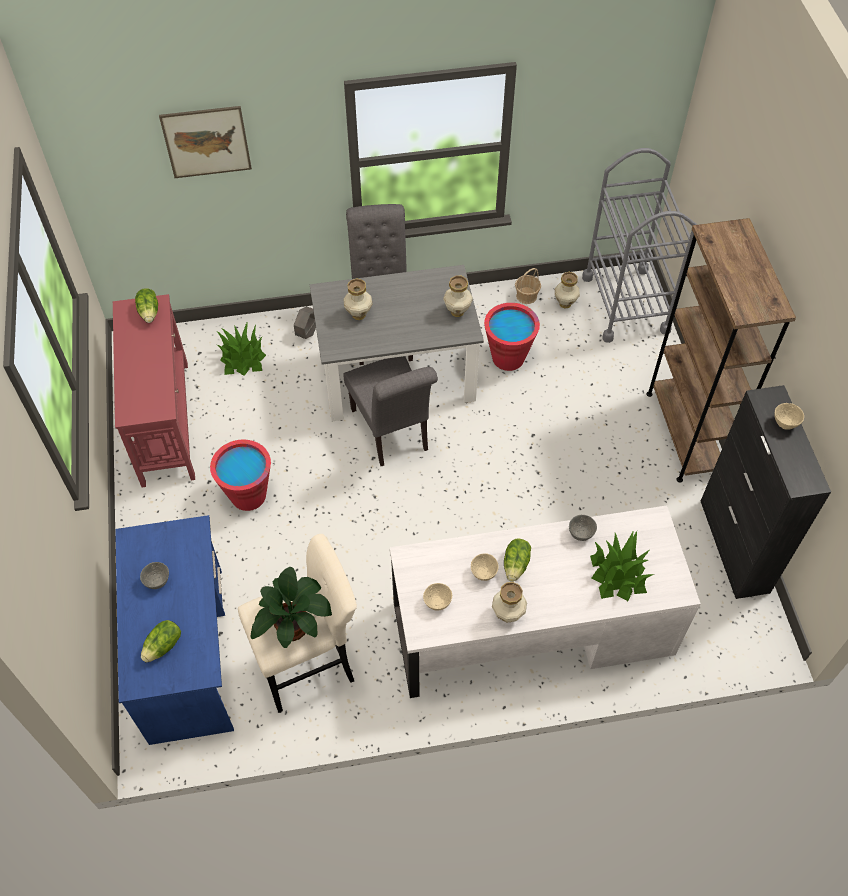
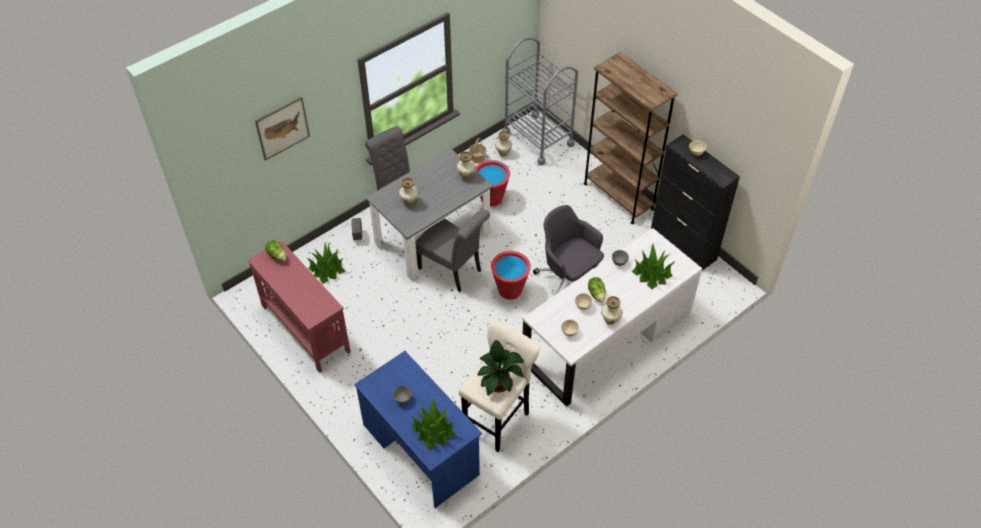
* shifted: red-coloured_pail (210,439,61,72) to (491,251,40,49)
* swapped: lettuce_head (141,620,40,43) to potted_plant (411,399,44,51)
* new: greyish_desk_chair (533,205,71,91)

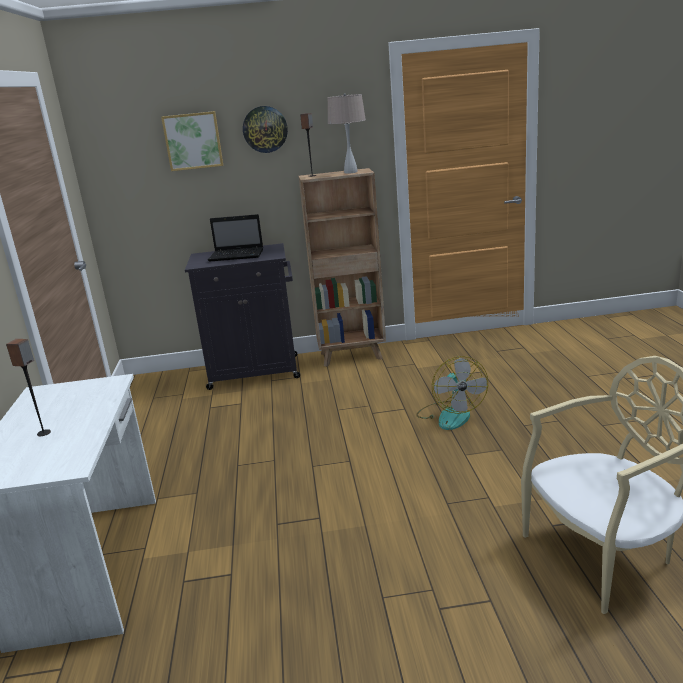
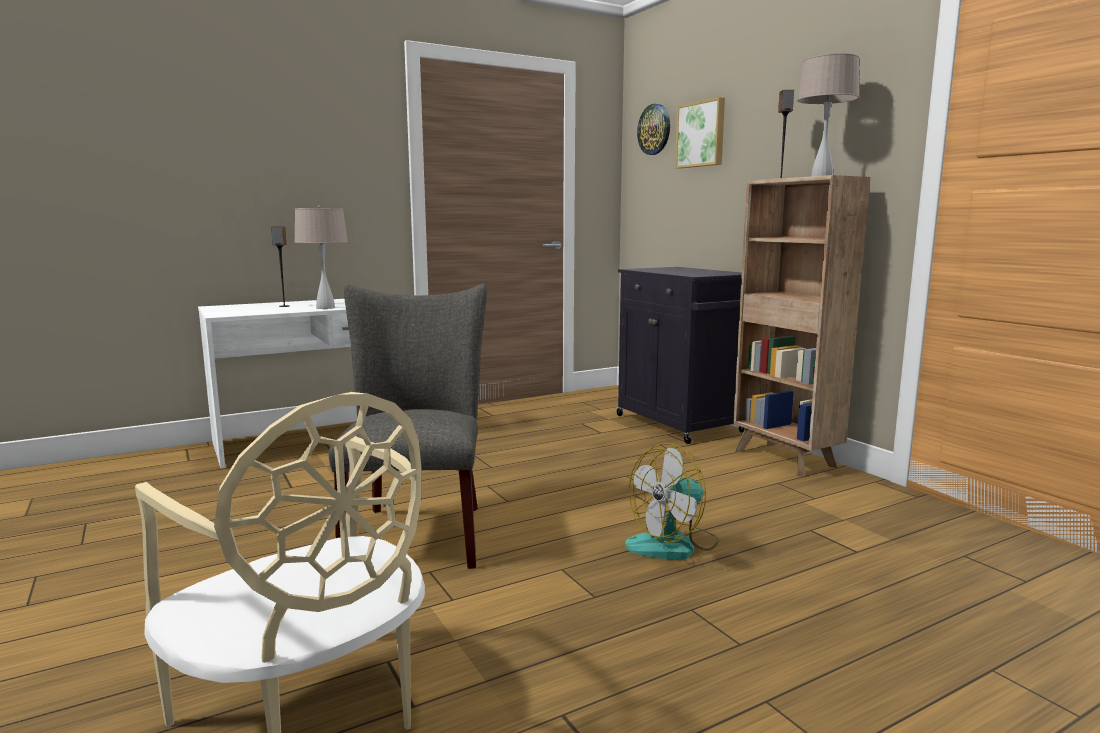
* shifted: wall_clock (243,106,45,47) to (637,104,33,51)
* gone: laptop (208,214,55,48)
* new: beige_lamp_for_a_table (295,206,53,103)
* new: greyish_upright_chair (329,284,158,285)

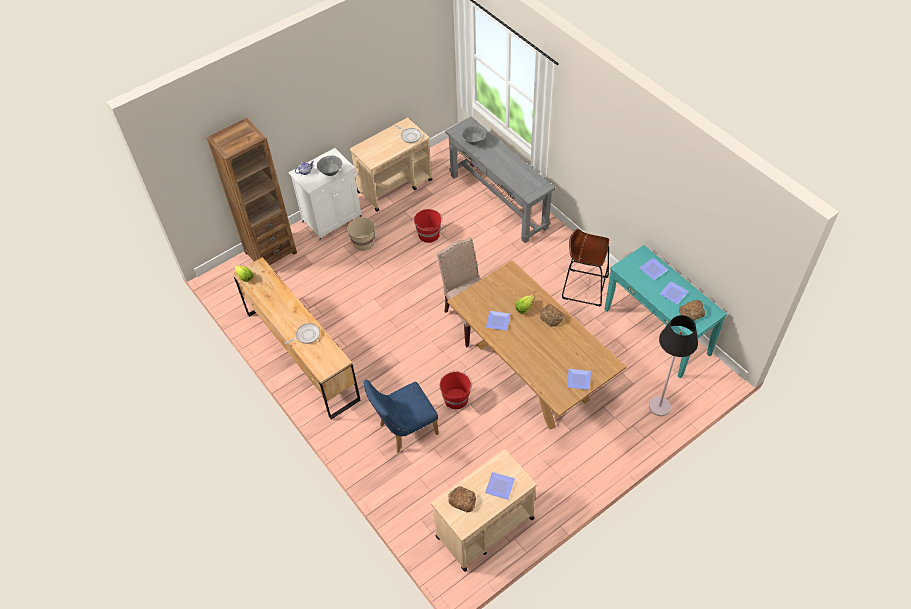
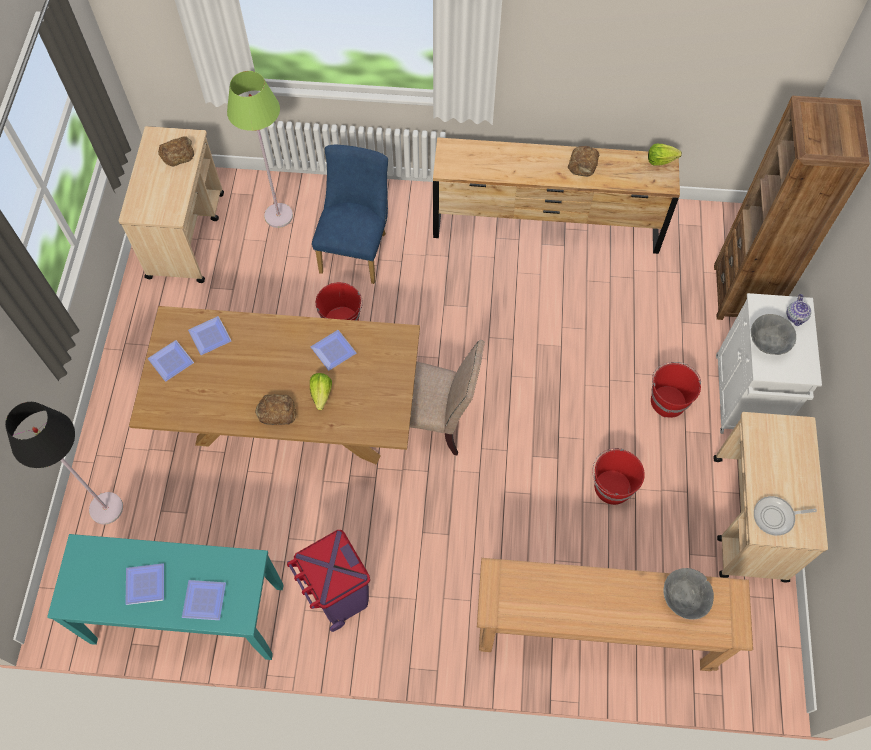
* repainted: greyish_narrow_table (445,117,110,126) to brown_narrow_table (477,558,276,113)
* repainted: beige_pail (346,217,29,34) to red-coloured_pail (651,362,50,56)
* swapped: brown_stool_seat (562,229,47,77) to purplish_waste_bin (287,530,83,102)
* shifted: bread (679,300,26,21) to (568,146,31,31)
* gone: pan (285,323,35,21)
* shifted: flat_dish (485,472,30,28) to (188,316,43,39)
* new: green_standard_lamp (227,71,66,157)

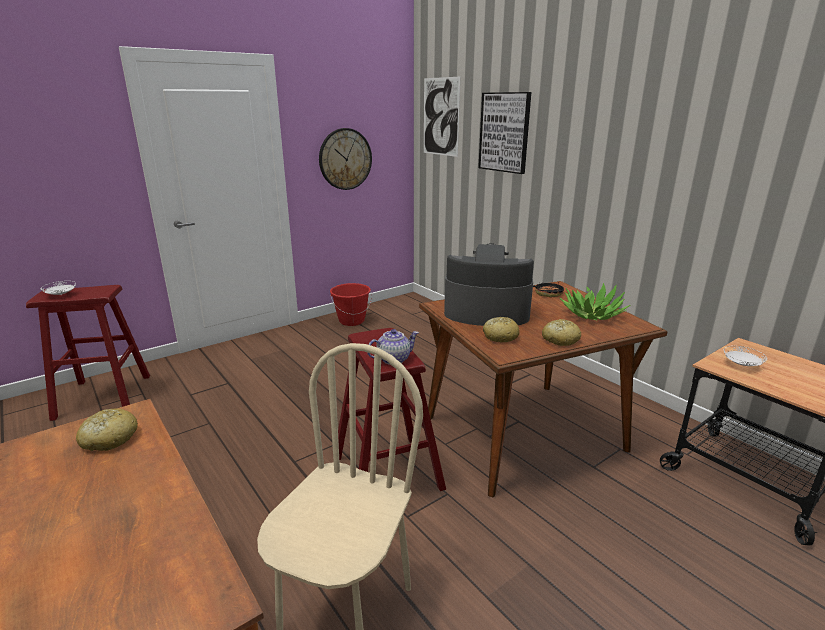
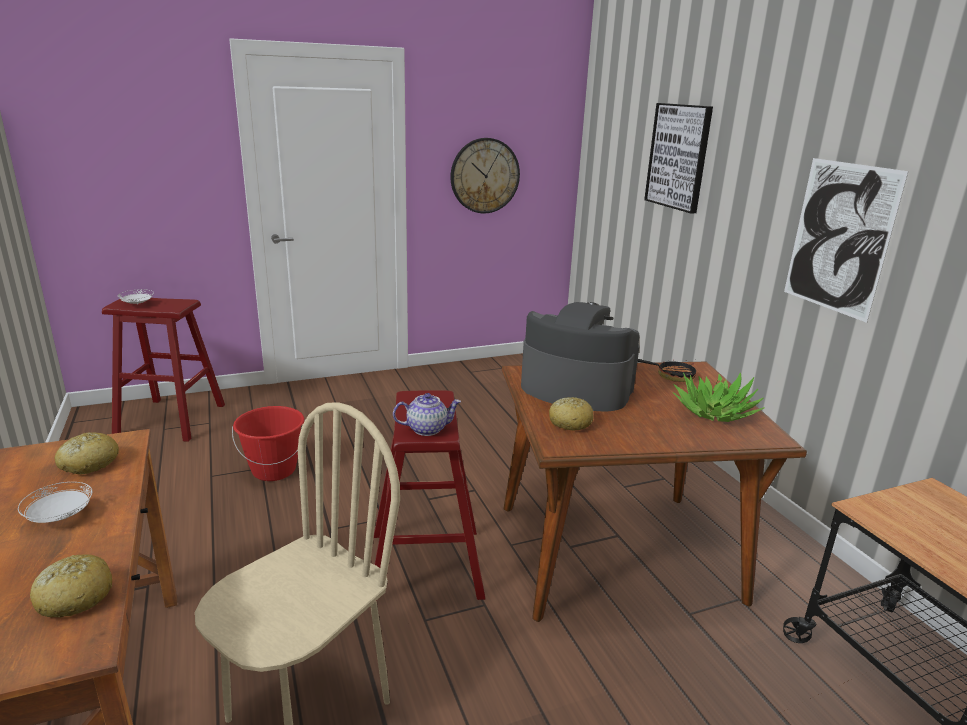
* shifted: picture (424,77,36,80) to (784,158,125,165)
* shifted: red-coloured_pail (330,283,42,43) to (232,406,73,75)
* shifted: bread (542,319,39,27) to (30,555,82,63)
* shifted: white-coloured_flat_dish (724,346,43,20) to (18,482,74,41)

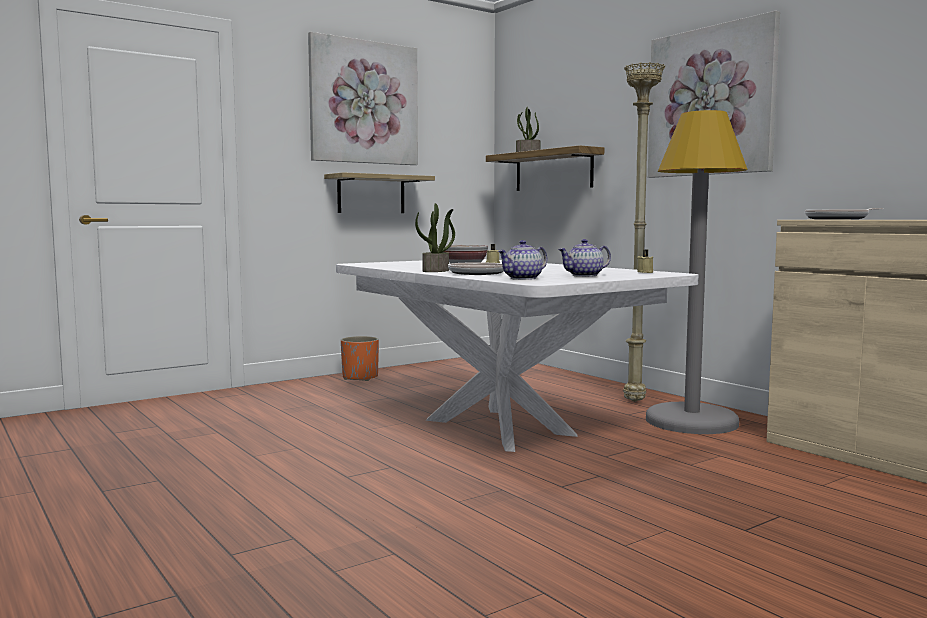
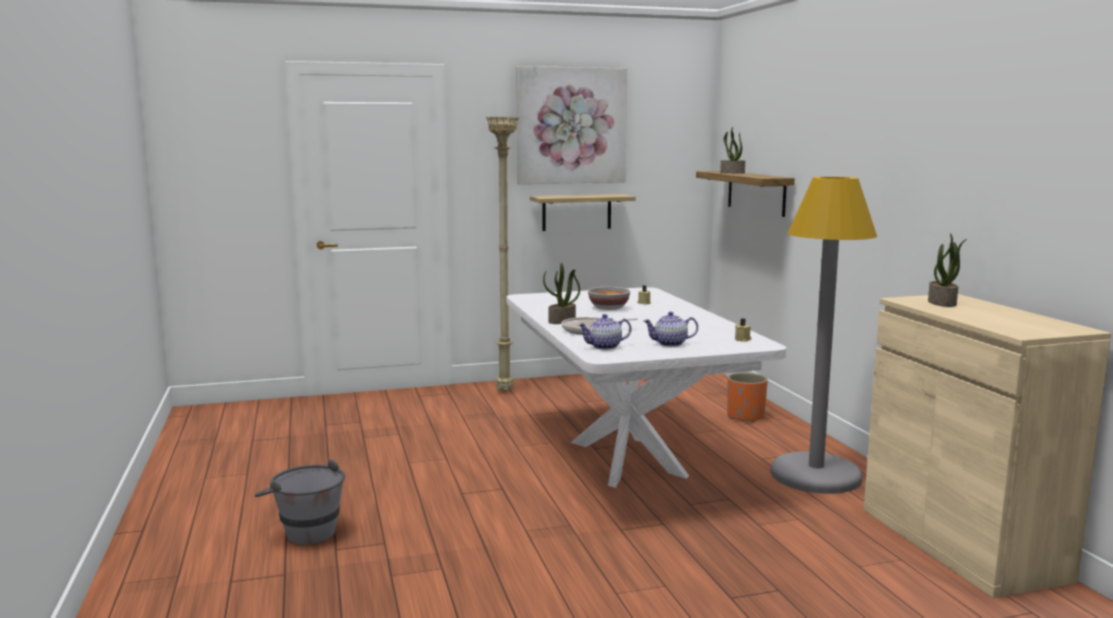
* gone: picture (648,11,132,167)
* shifted: beige_standard_lamp (623,62,42,340) to (486,116,33,276)
* swapped: pan (805,208,79,11) to potted_plant (928,233,39,74)
* shifted: orange-coloured_plant_pot (341,336,38,45) to (727,372,41,51)
* new: greyish_pail (255,459,90,86)

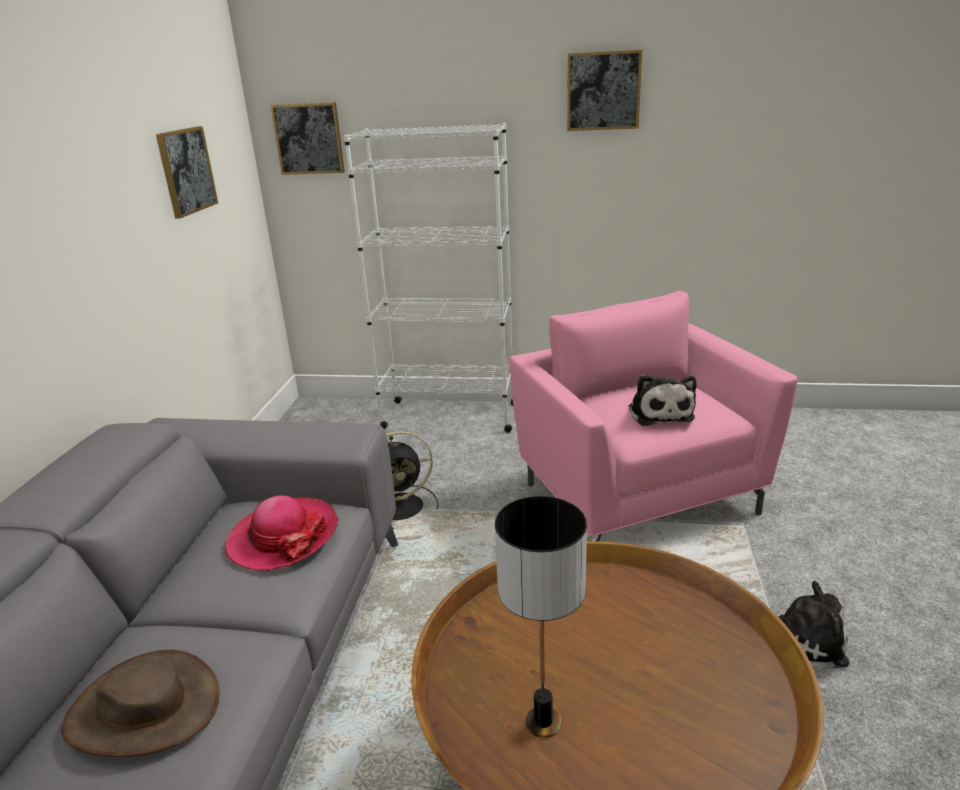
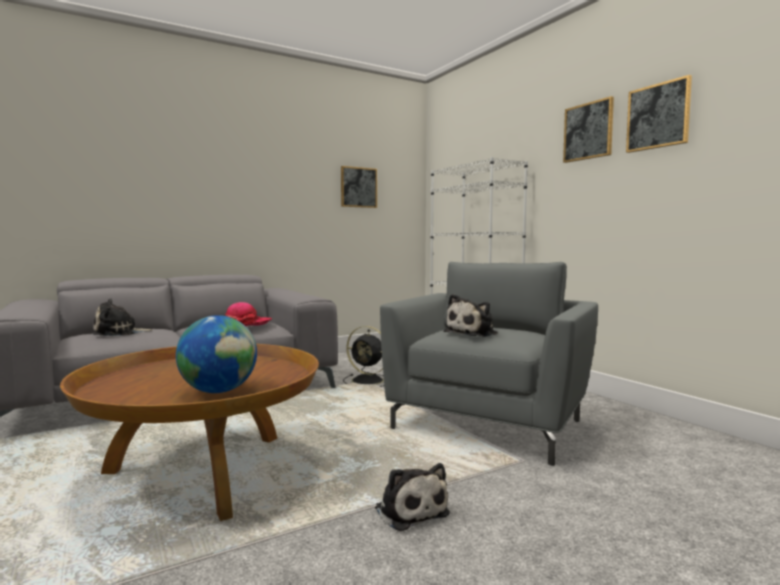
* shifted: picture (270,102,75,73) to (626,75,66,78)
* repainted: pink-coloured_easy_chair (510,291,287,250) to greyish_easy_chair (380,262,218,204)
* gone: lamp_for_a_table (495,496,92,242)
* swapped: brown_wearable_hat (62,650,158,107) to plush_toy (93,298,60,38)
* new: world_globe (176,315,81,78)

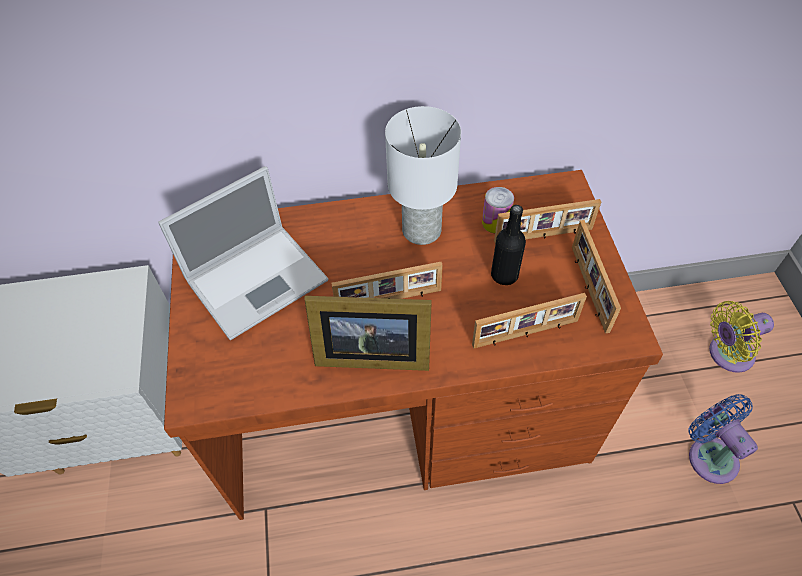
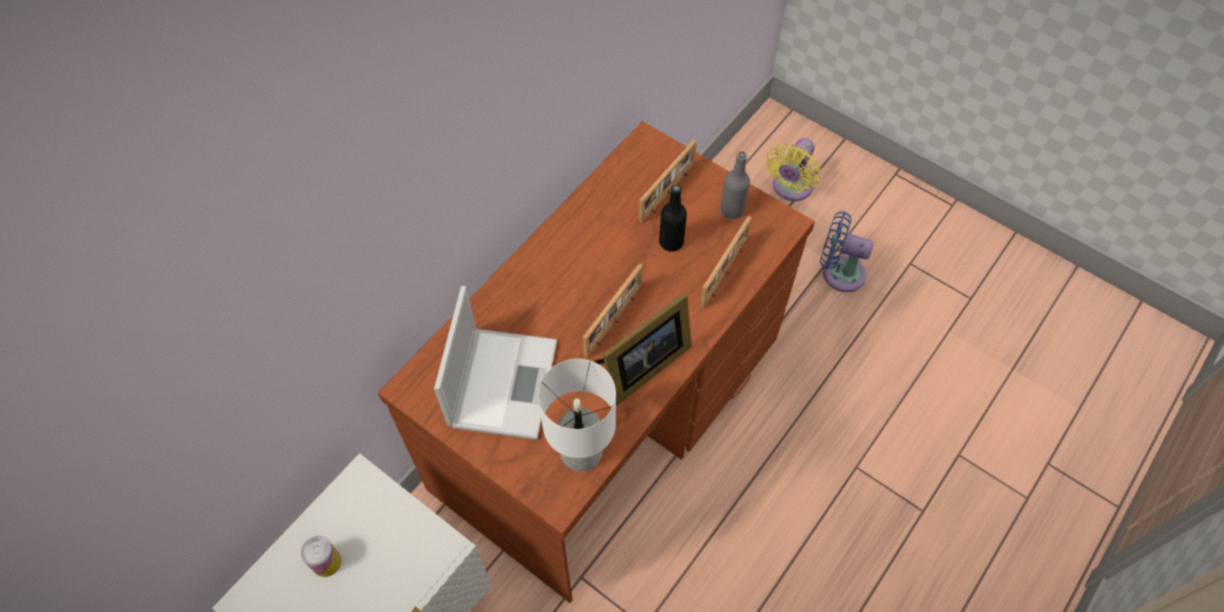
* shifted: white-coloured_lamp_for_a_table (385,106,76,139) to (538,359,78,113)
* shifted: metal_can (482,187,32,46) to (301,536,40,41)
* swapped: photo_frame (572,220,49,114) to greyish_beverage_bottle (720,151,30,68)

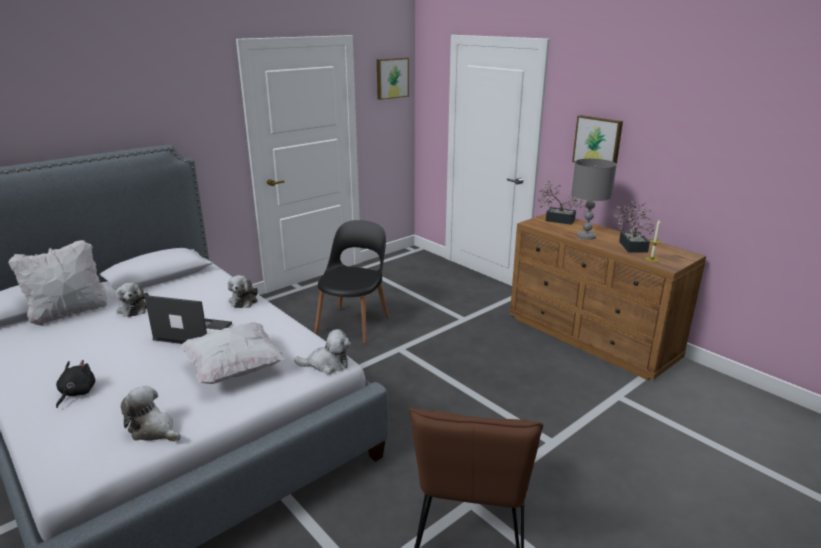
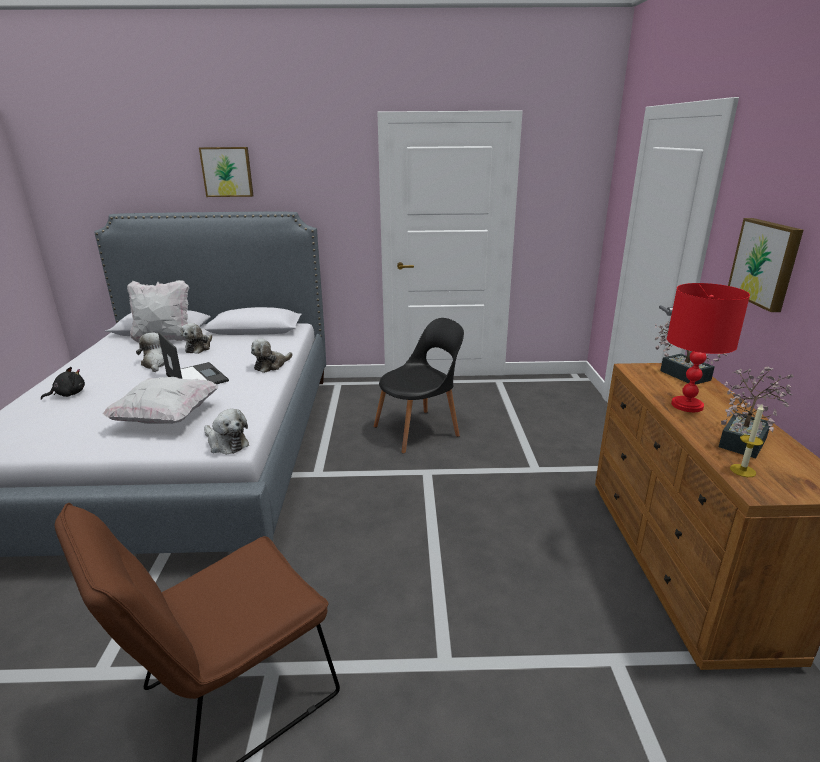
* shifted: picture (377,58,32,42) to (199,147,55,50)
* repainted: greyish_lamp_for_a_table (571,159,46,81) to red-coloured_lamp_for_a_table (667,283,83,129)
* shifted: plush_toy (121,386,60,55) to (136,333,29,39)

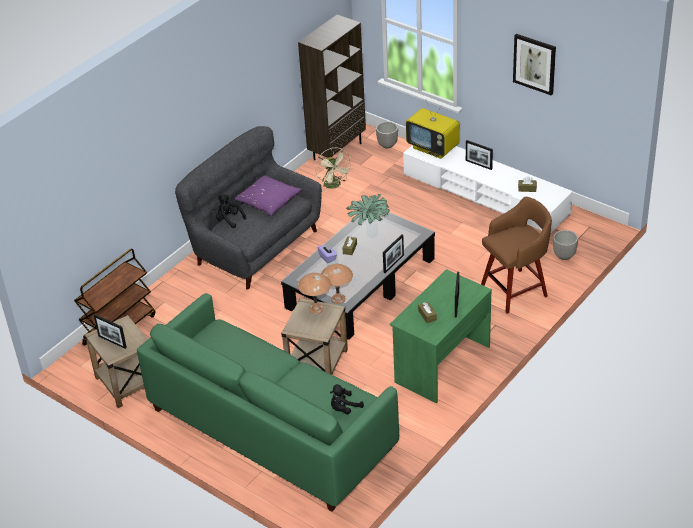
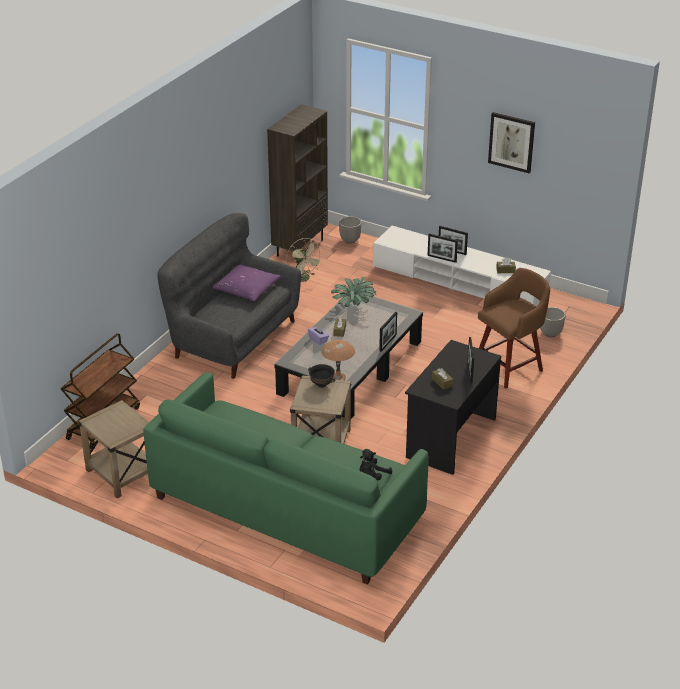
* gone: television (406,101,53,58)
* gone: black-coloured_plush_toy (216,194,30,34)
* repainted: green_desk_table (390,269,102,134) to black-coloured_desk_table (405,340,96,135)
* swapped: brown_lamp_for_a_table (298,273,33,41) to black-coloured_serving_bowl (308,364,28,24)
* shifted: photo_frame (94,314,33,35) to (427,233,31,30)

